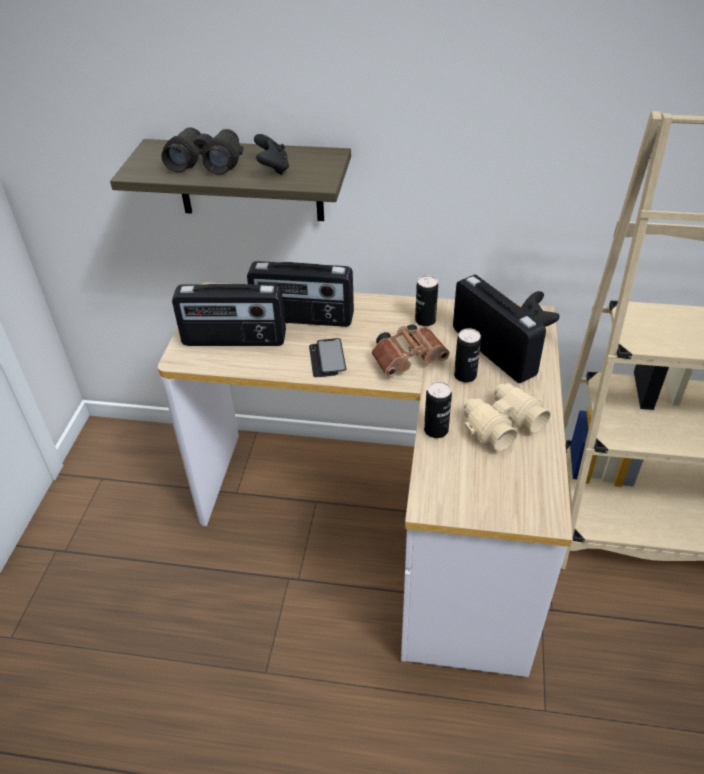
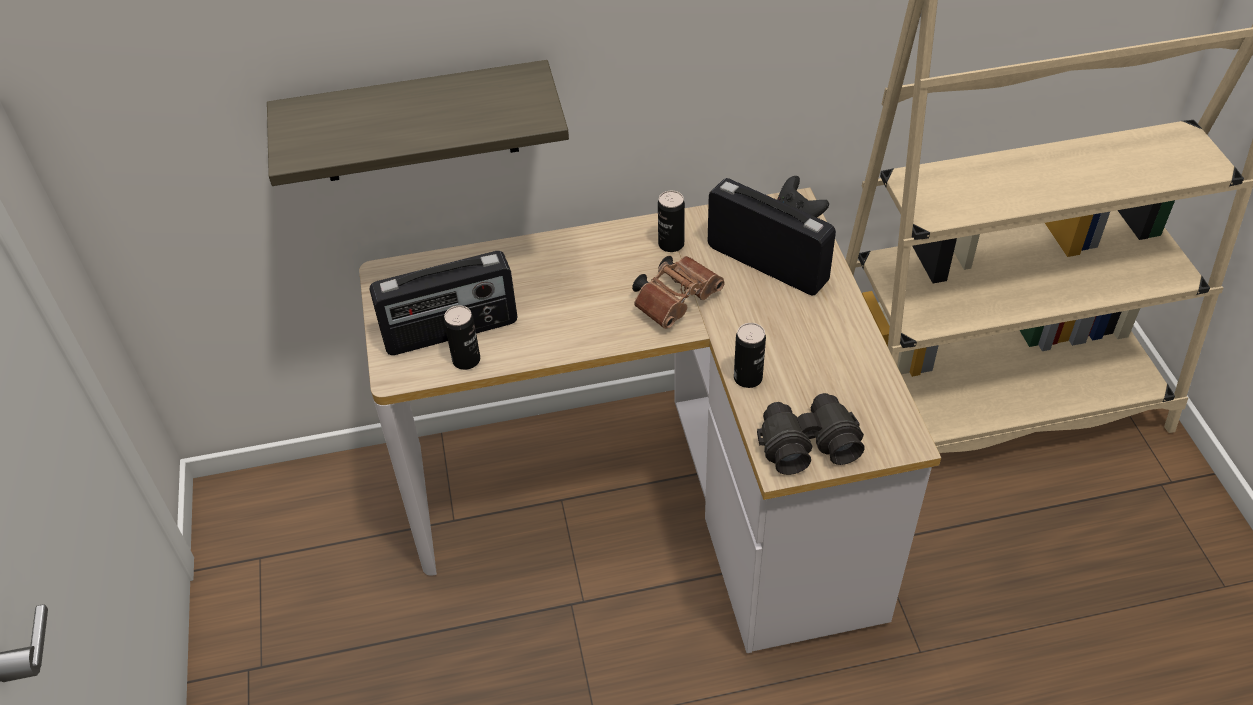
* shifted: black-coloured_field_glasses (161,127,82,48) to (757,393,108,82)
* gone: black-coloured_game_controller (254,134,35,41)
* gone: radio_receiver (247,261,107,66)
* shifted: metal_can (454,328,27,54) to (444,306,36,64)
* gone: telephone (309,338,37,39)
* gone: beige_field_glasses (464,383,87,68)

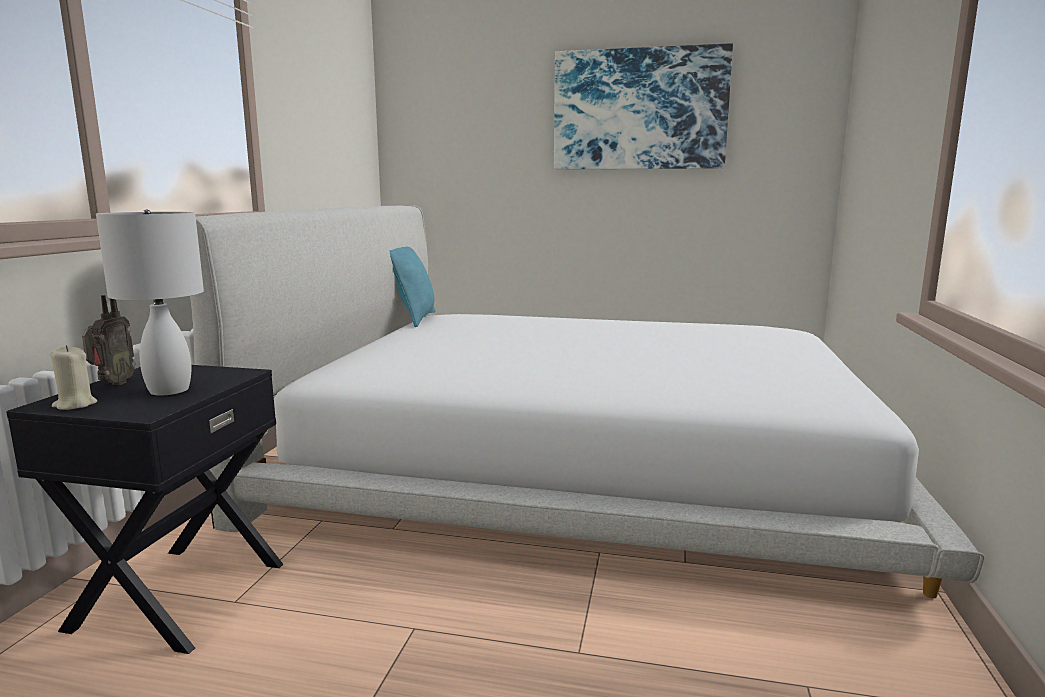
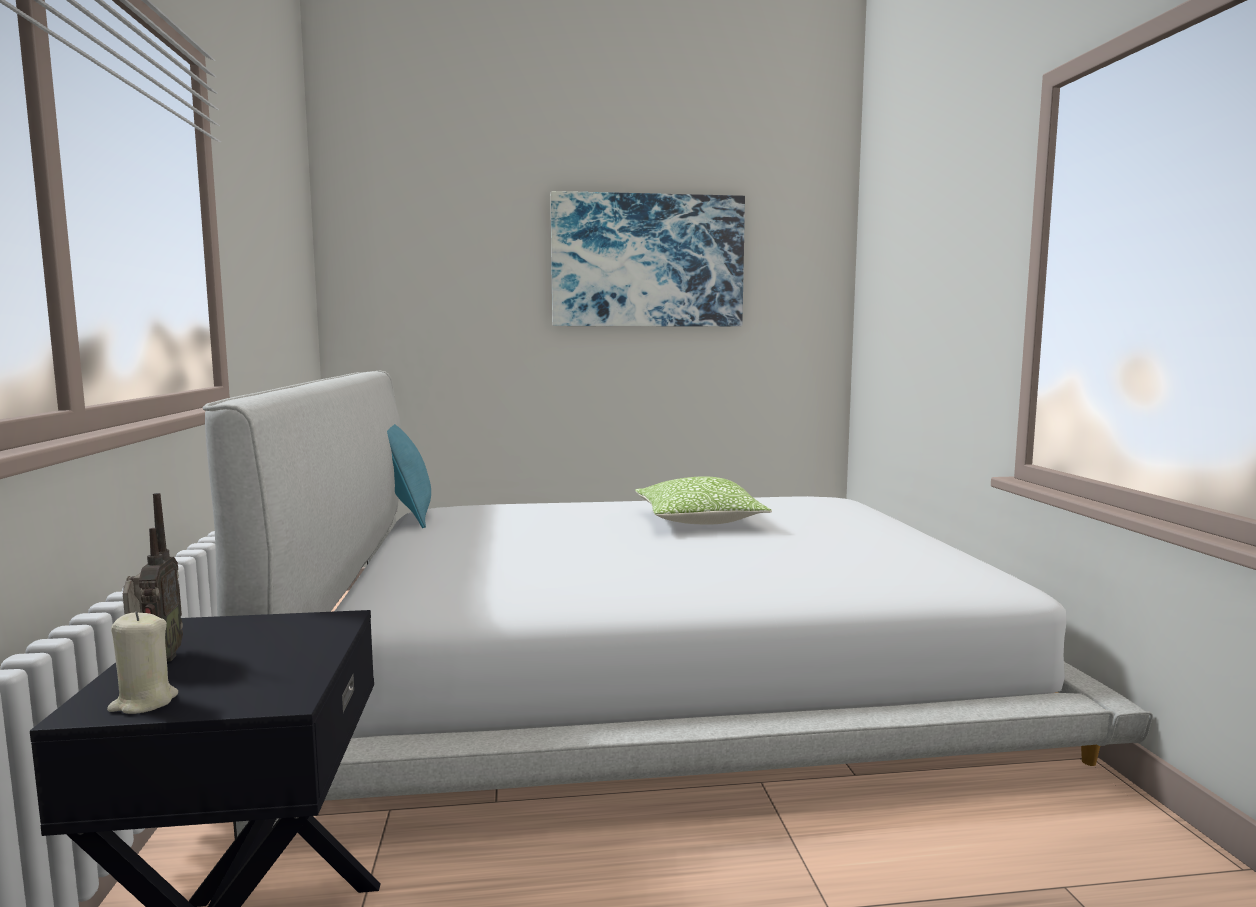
* gone: white-coloured_lamp_for_a_table (96,210,108,186)
* new: cushion (635,477,137,47)

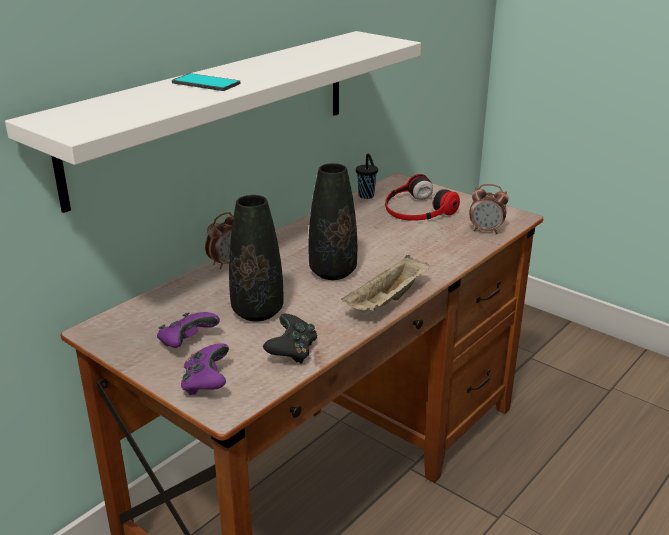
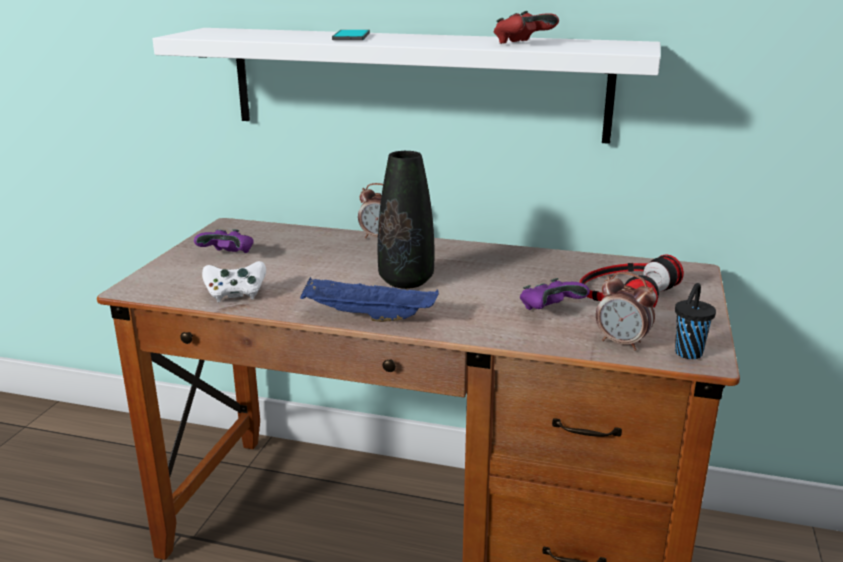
* shifted: black-coloured_cup (356,154,22,45) to (675,283,41,76)
* rotated: table_clock (470,184,39,50) = (596,272,61,79) 45 degrees counterclockwise
* gone: black-coloured_flower_vase (229,195,54,127)
* repainted: beige_tray (341,255,89,56) to bluish_tray (300,277,139,45)
* repainted: black-coloured_game_controller (263,313,54,51) to white-coloured_game_controller (202,261,64,41)
* shifted: purplish_game_controller (181,343,48,52) to (520,278,70,32)
* new: red-coloured_game_controller (494,11,65,33)

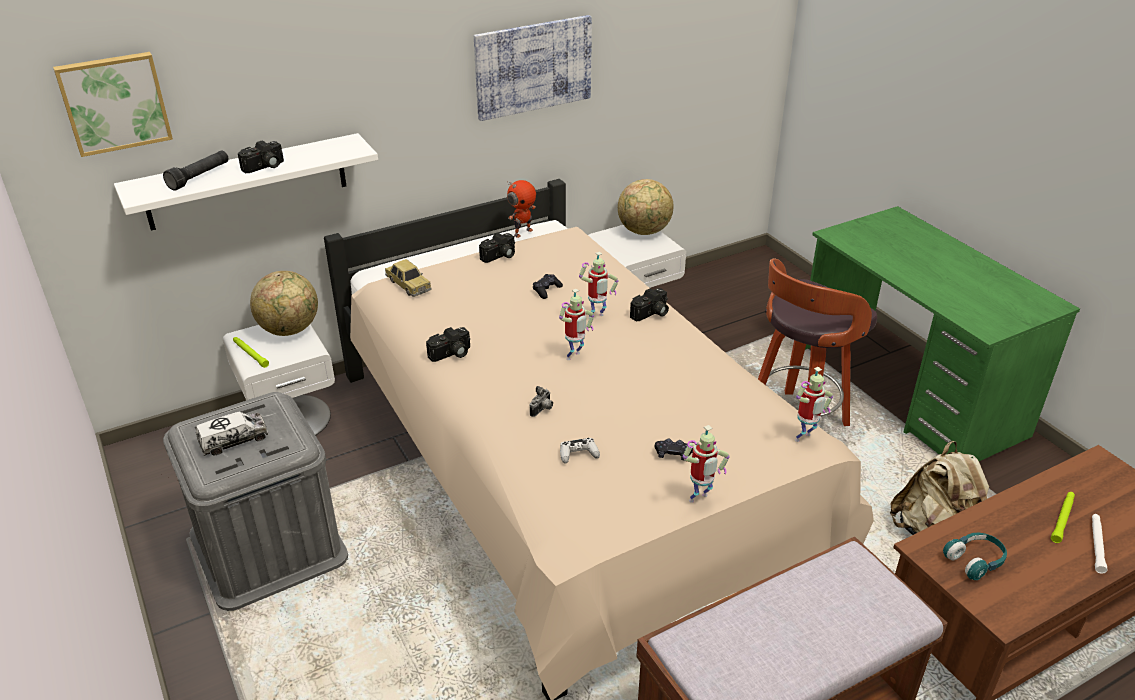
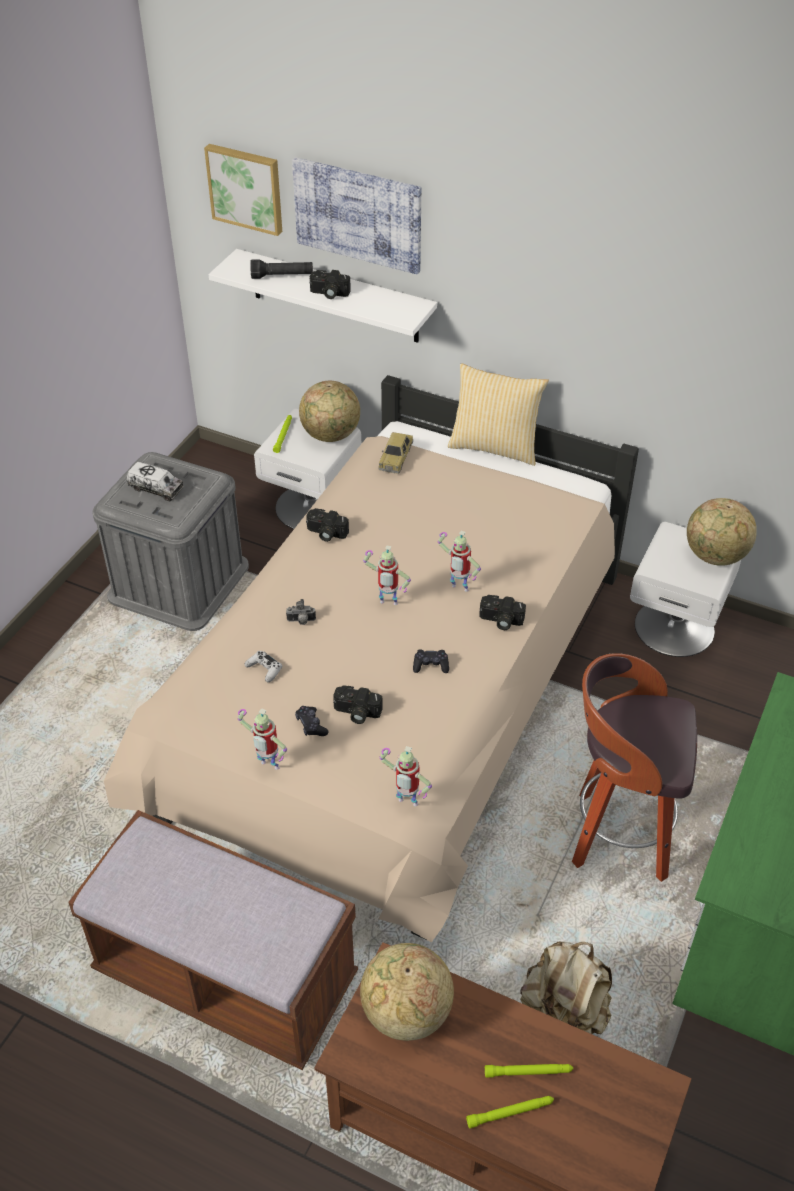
* shifted: picture (474,15,118,106) to (292,157,129,118)
* gone: toy_robot (507,180,29,58)
* shifted: still_camera (479,233,36,30) to (333,685,50,39)
* shifted: black-coloured_game_controller (533,274,30,25) to (413,650,36,23)
* repainted: white-coloured_torch (1092,514,15,60) to green_torch (466,1096,88,32)
* swapped: blue-green_pair_of_headphones (943,533,64,47) to world_globe (360,943,94,98)
* new: cushion (448,363,101,103)

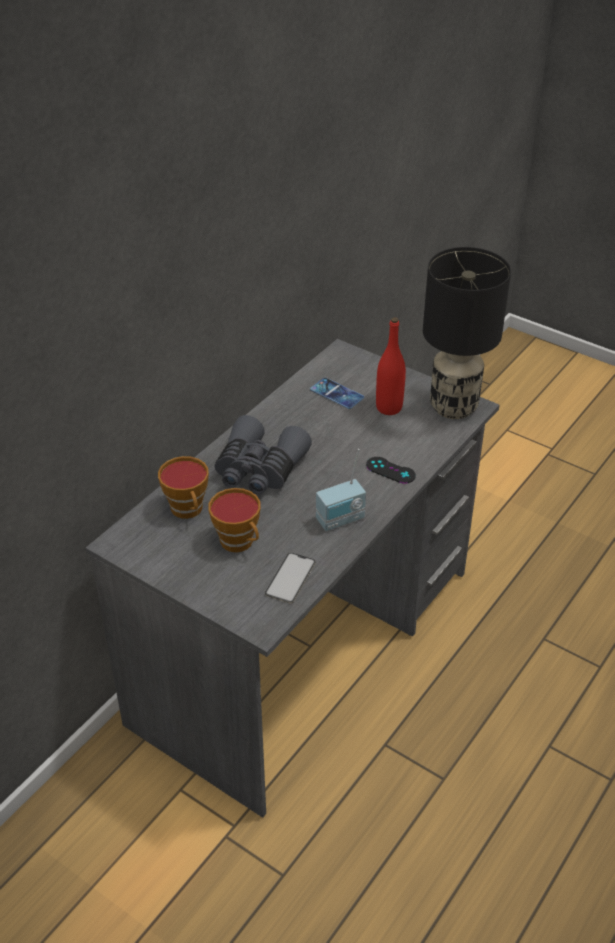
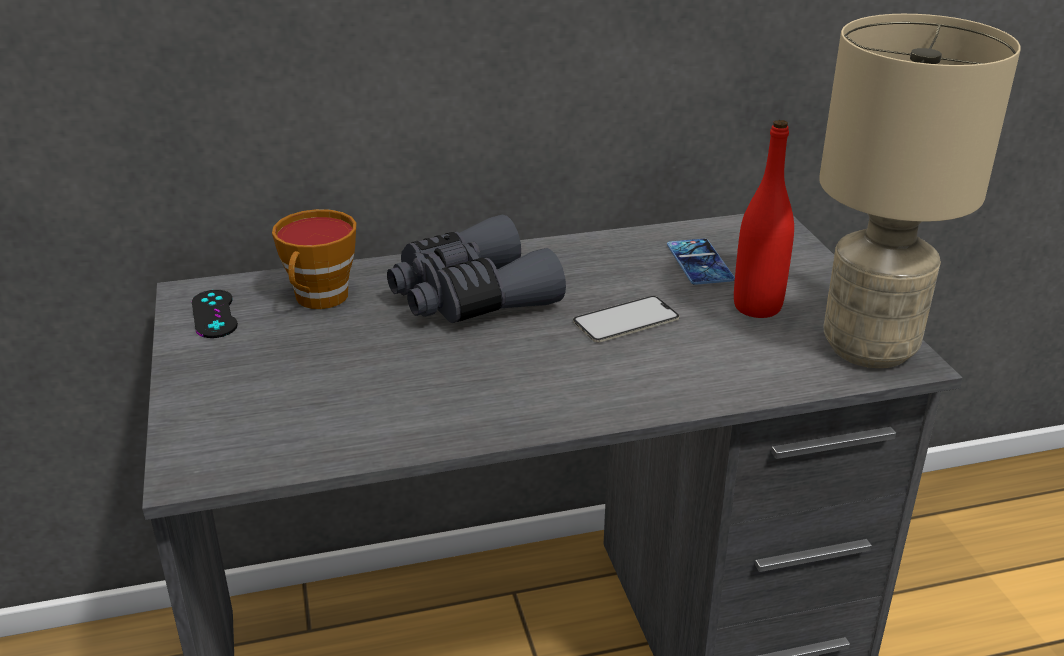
* repainted: black-coloured_lamp_for_a_table (423,247,88,172) to beige_lamp_for_a_table (819,14,202,354)
* gone: radio_receiver (316,449,50,82)
* shifted: black-coloured_game_controller (366,457,50,27) to (192,290,46,48)
* gone: cup (208,488,53,64)
* shifted: telephone (265,552,51,51) to (573,296,106,47)

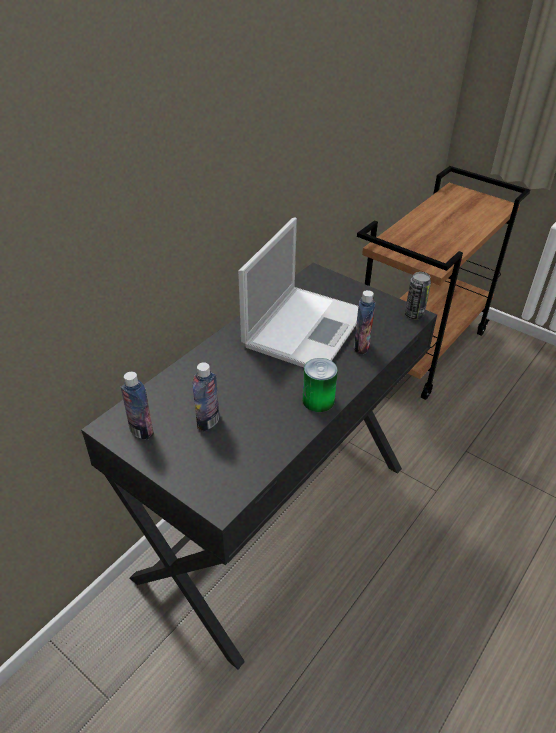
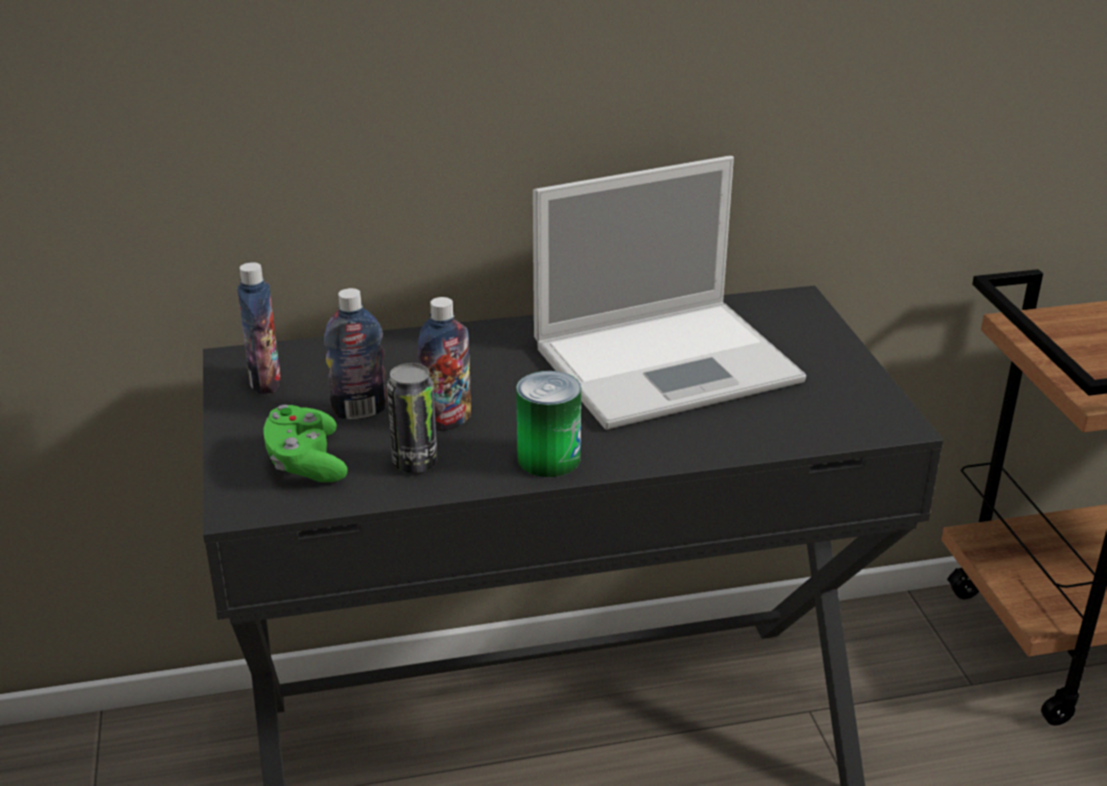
* shifted: metal_can (405,272,26,47) to (387,363,50,110)
* shifted: beverage_bottle (354,290,21,64) to (418,297,53,134)
* new: green_game_controller (264,405,84,77)

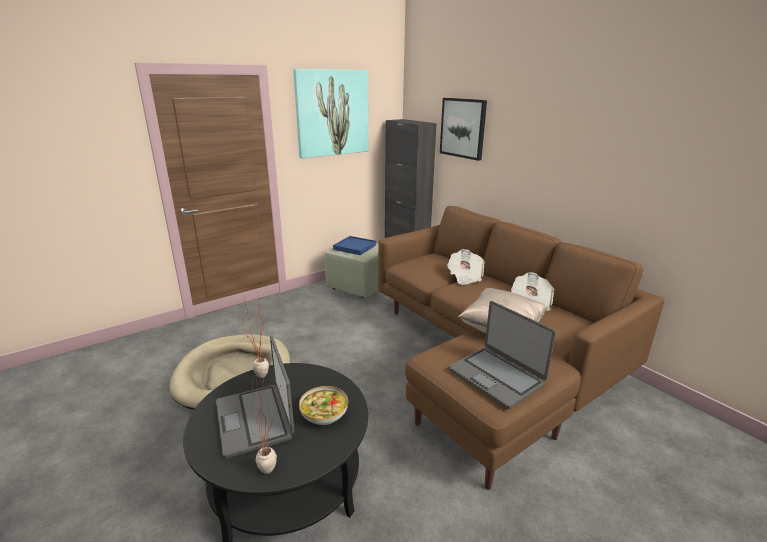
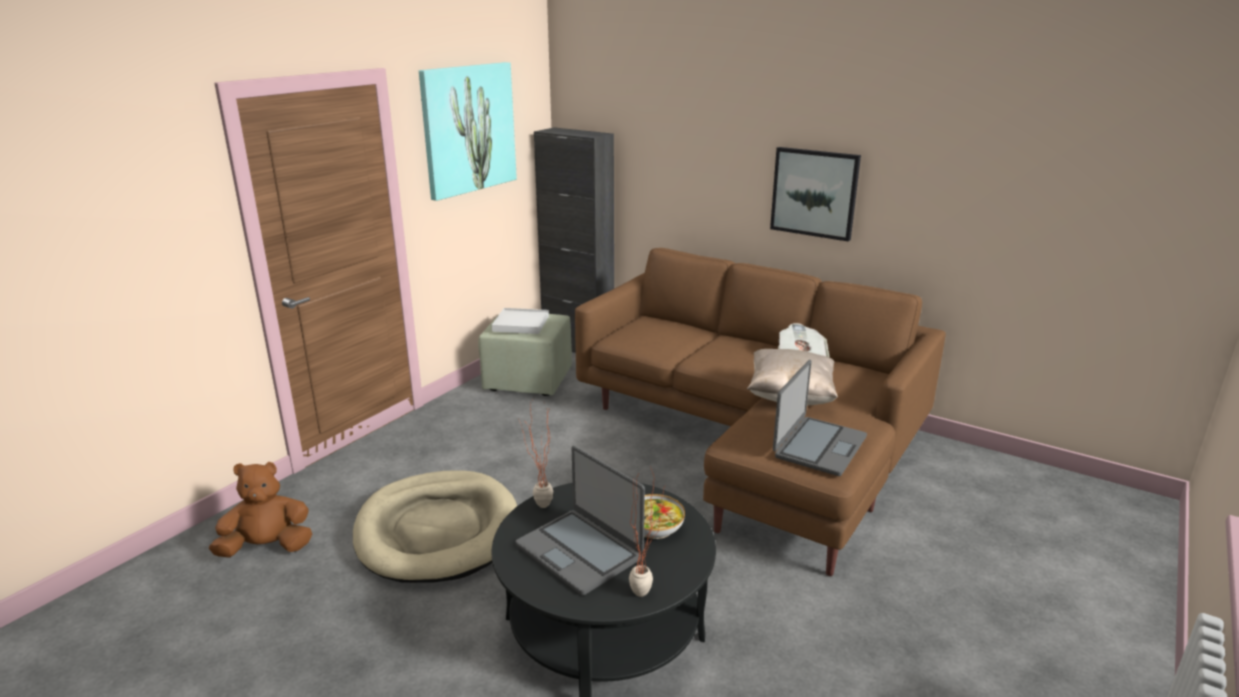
* shifted: picture (440,98,47,63) to (770,147,91,95)
* repainted: bluish_tray (333,236,43,19) to white-coloured_tray (492,308,57,26)
* gone: newspaper (447,249,38,36)
* rotated: laptop (449,301,107,108) = (773,360,94,116) 90 degrees counterclockwise
* new: brown_plush_toy (209,461,103,97)

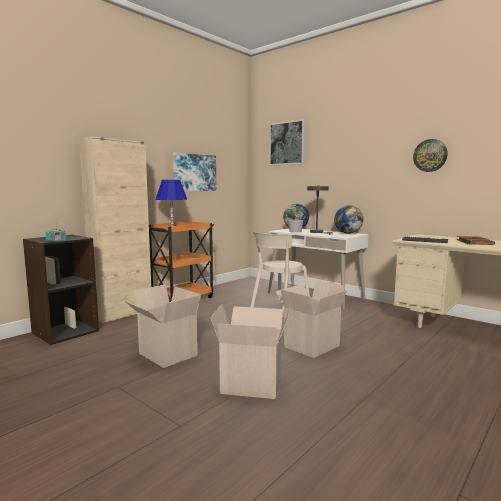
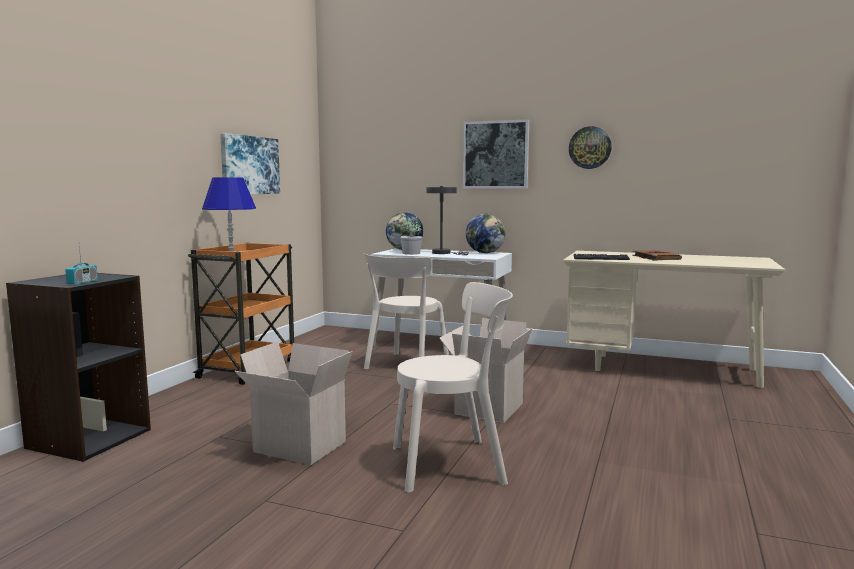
* shifted: picture (269,119,37,47) to (463,119,66,69)
* gone: beige_storage_cabinet (79,136,72,188)
* swapped: cardboard_box (210,304,80,95) to beige_upright_chair (393,282,120,211)

